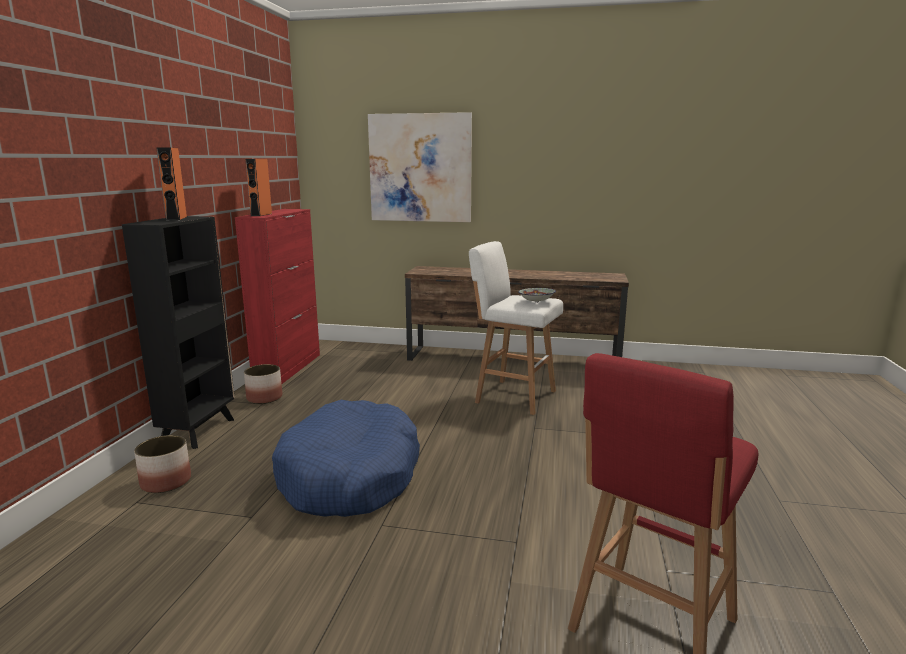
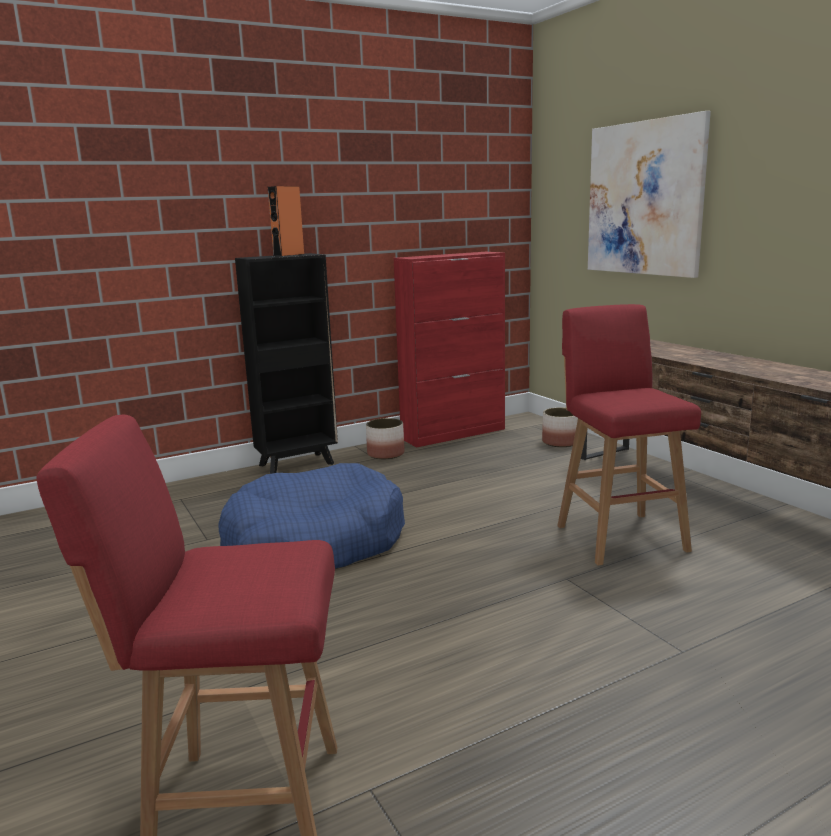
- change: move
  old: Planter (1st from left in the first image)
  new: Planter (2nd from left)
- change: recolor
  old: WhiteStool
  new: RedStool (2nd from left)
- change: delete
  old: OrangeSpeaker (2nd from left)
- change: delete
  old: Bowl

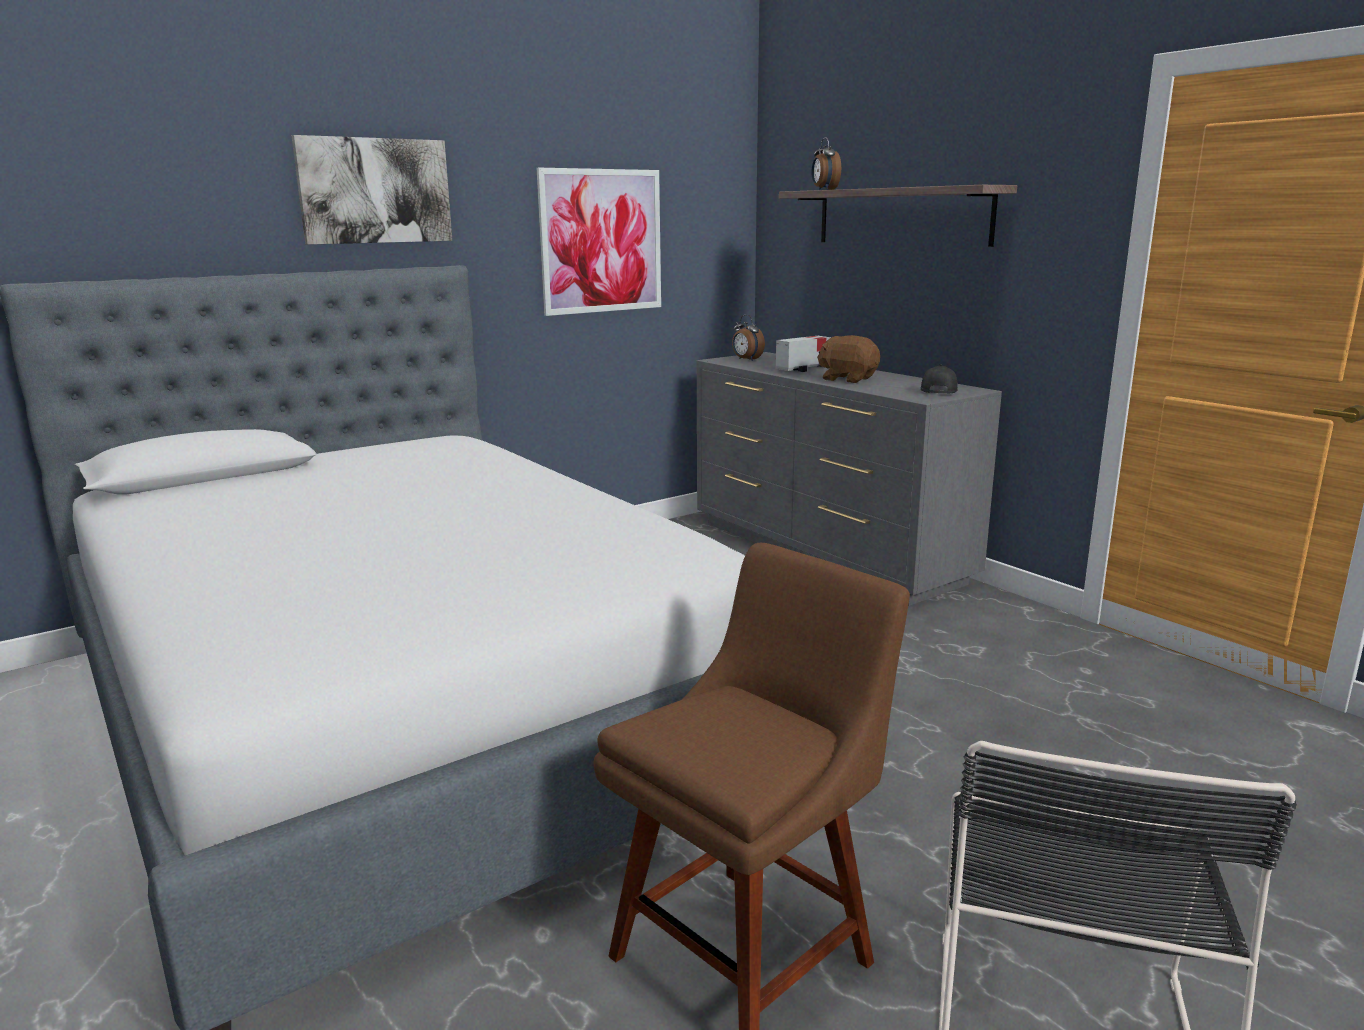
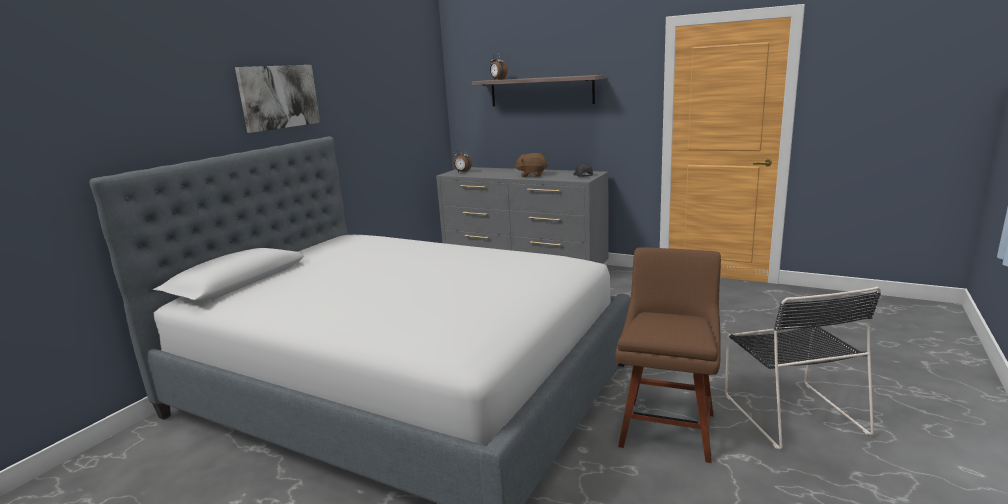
- change: delete
  old: Picture (2nd from left)
- change: delete
  old: ToyTruck

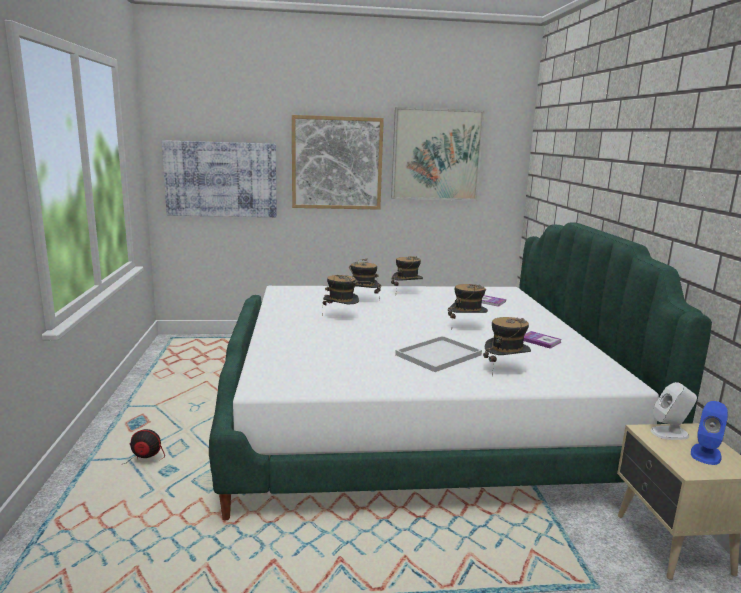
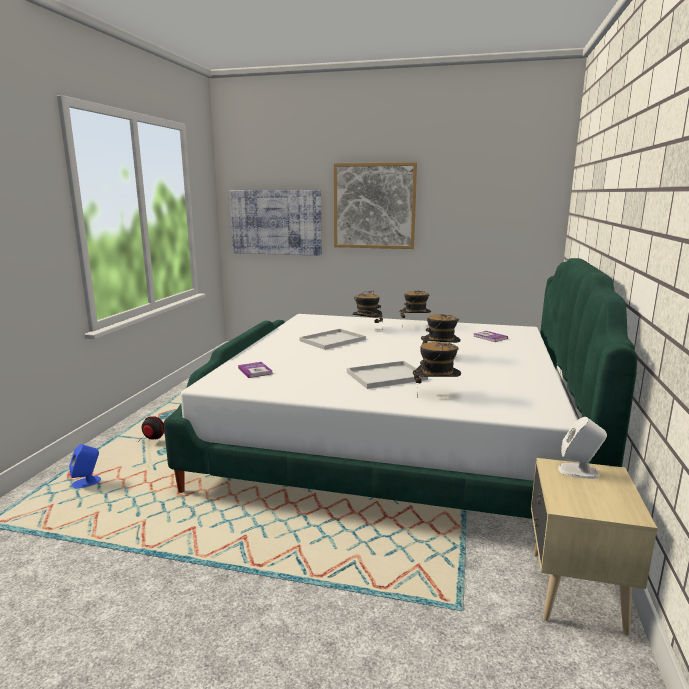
- change: move
  old: BlueSpeaker
- change: move
  old: Book (2nd from left in the first image)
  new: Book (1st from left)
- change: replace
  old: Hat (1st from left)
  new: WhiteTray (1st from left)
- change: delete
  old: Picture (3rd from left)

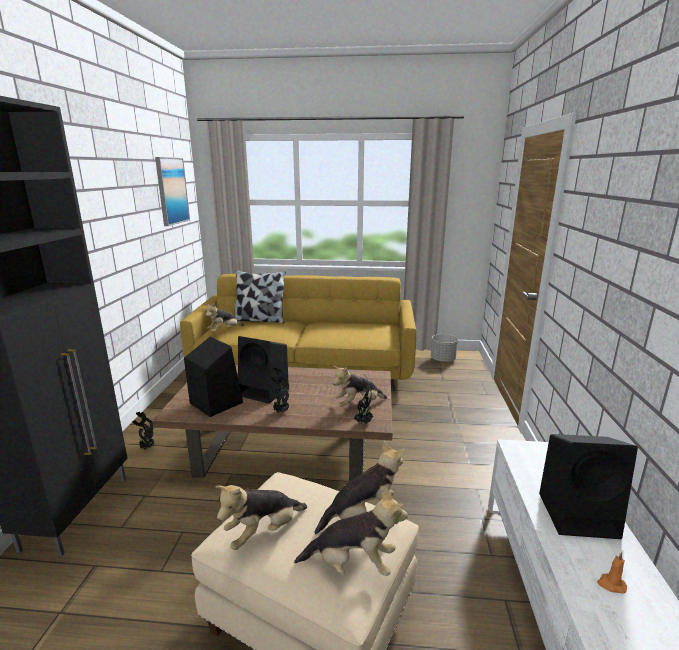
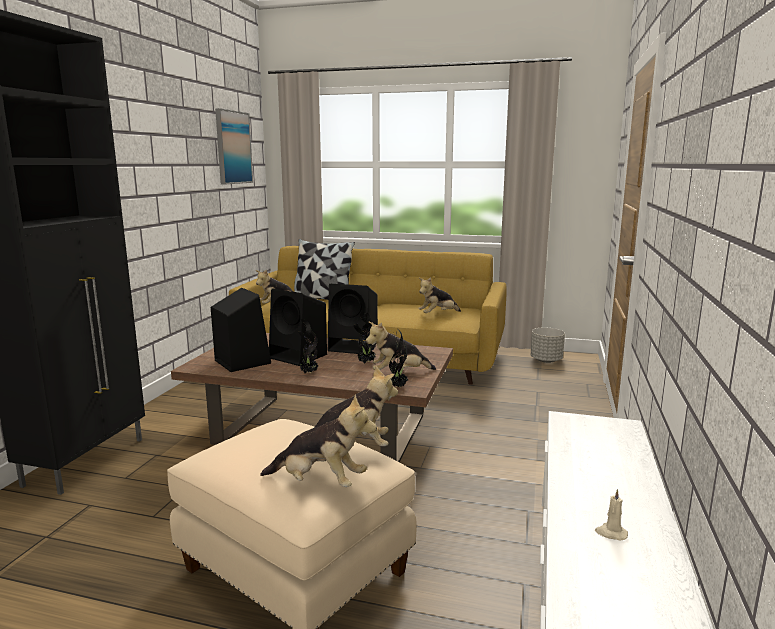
- change: move
  old: BlackSpeaker (3rd from left)
- change: move
  old: PottedPlant (1st from left in the first image)
  new: PottedPlant (2nd from left)
- change: move
  old: PlushToy (2nd from left in the first image)
  new: PlushToy (5th from left)
- change: recolor
  old: OrangeCandle
  new: BeigeCandle

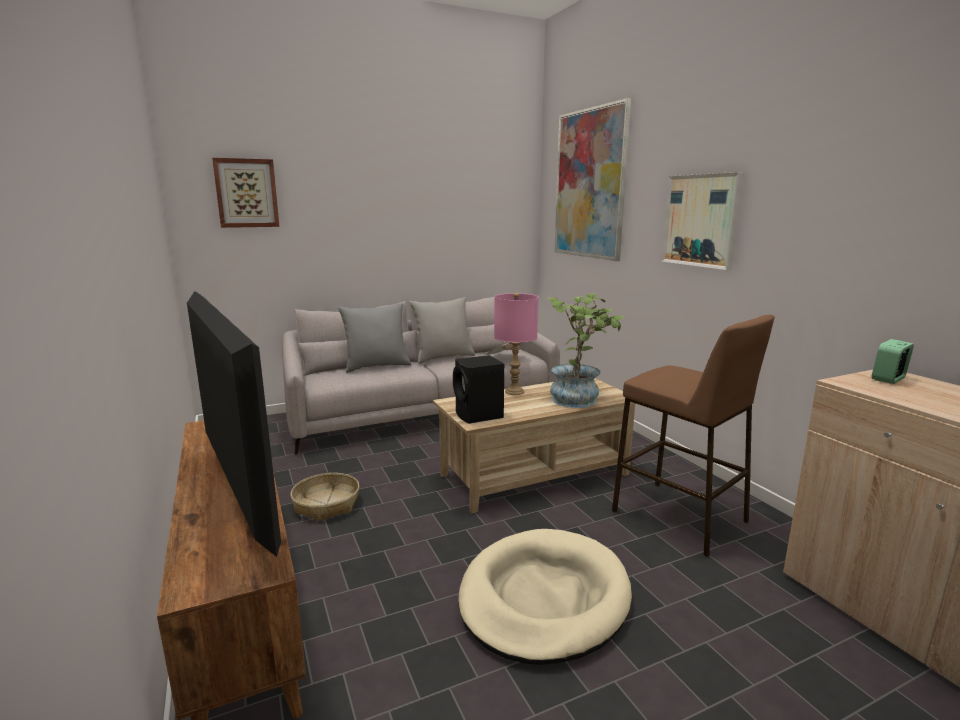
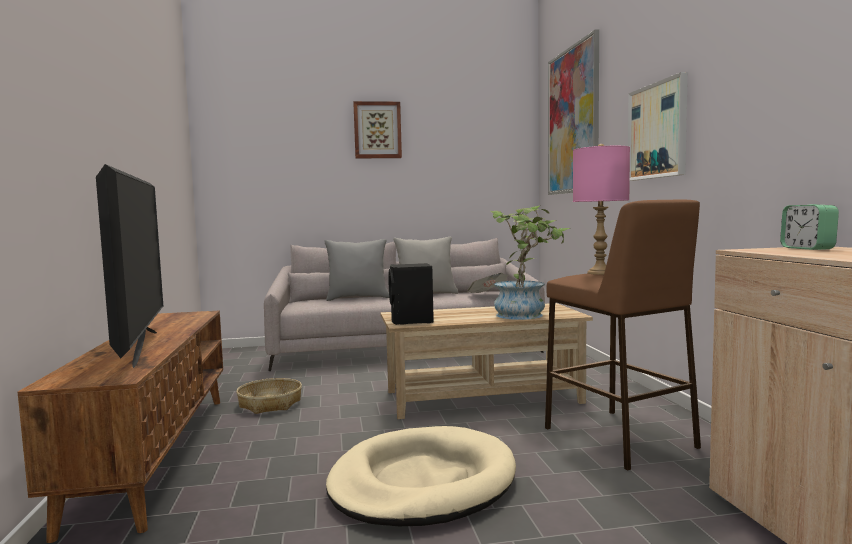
- change: move
  old: Picture (1st from left)
- change: move
  old: PinkTableLamp
- change: rotate
  old: AlarmClock
  degrees: -75

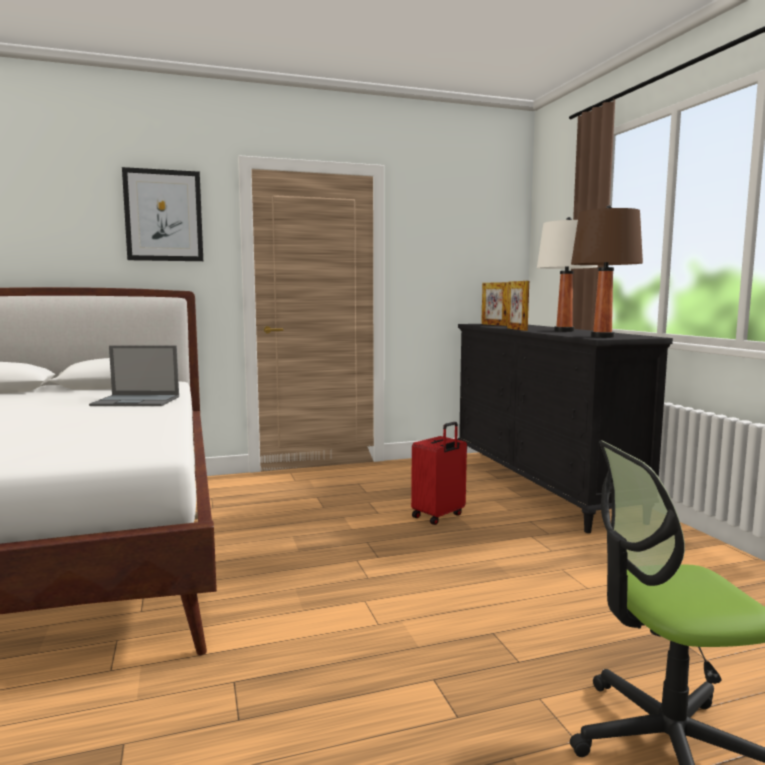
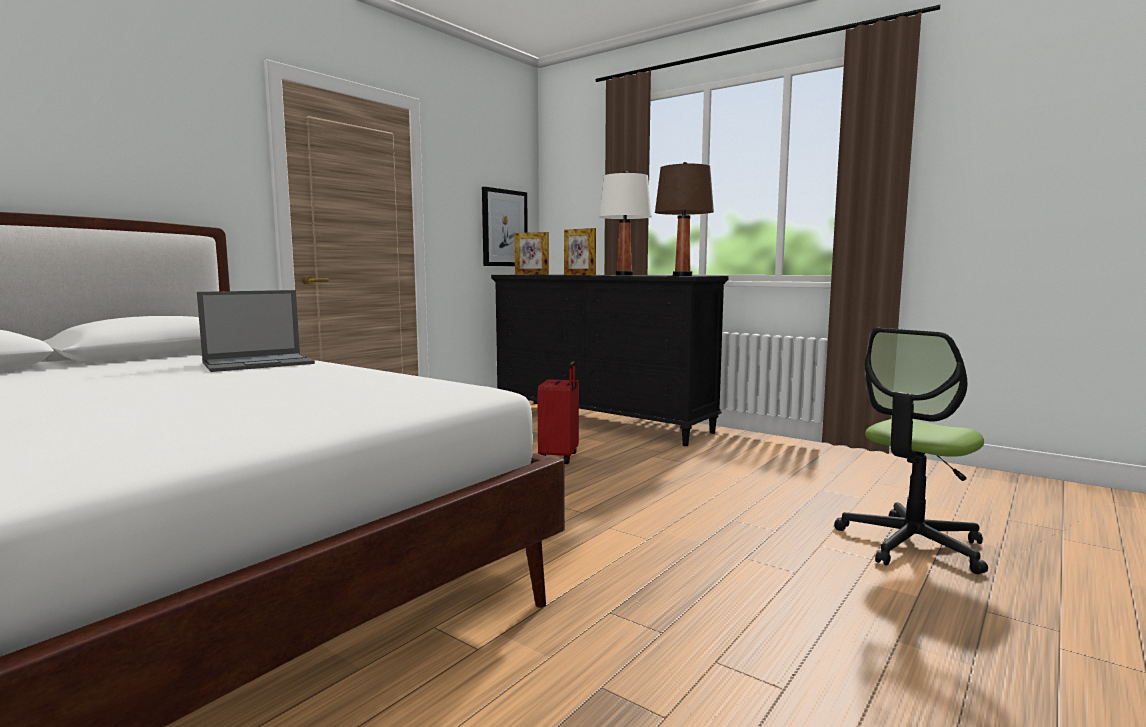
- change: move
  old: Picture

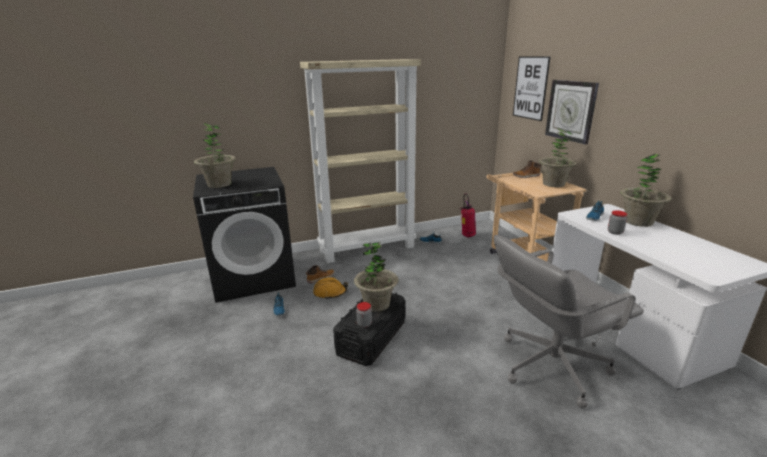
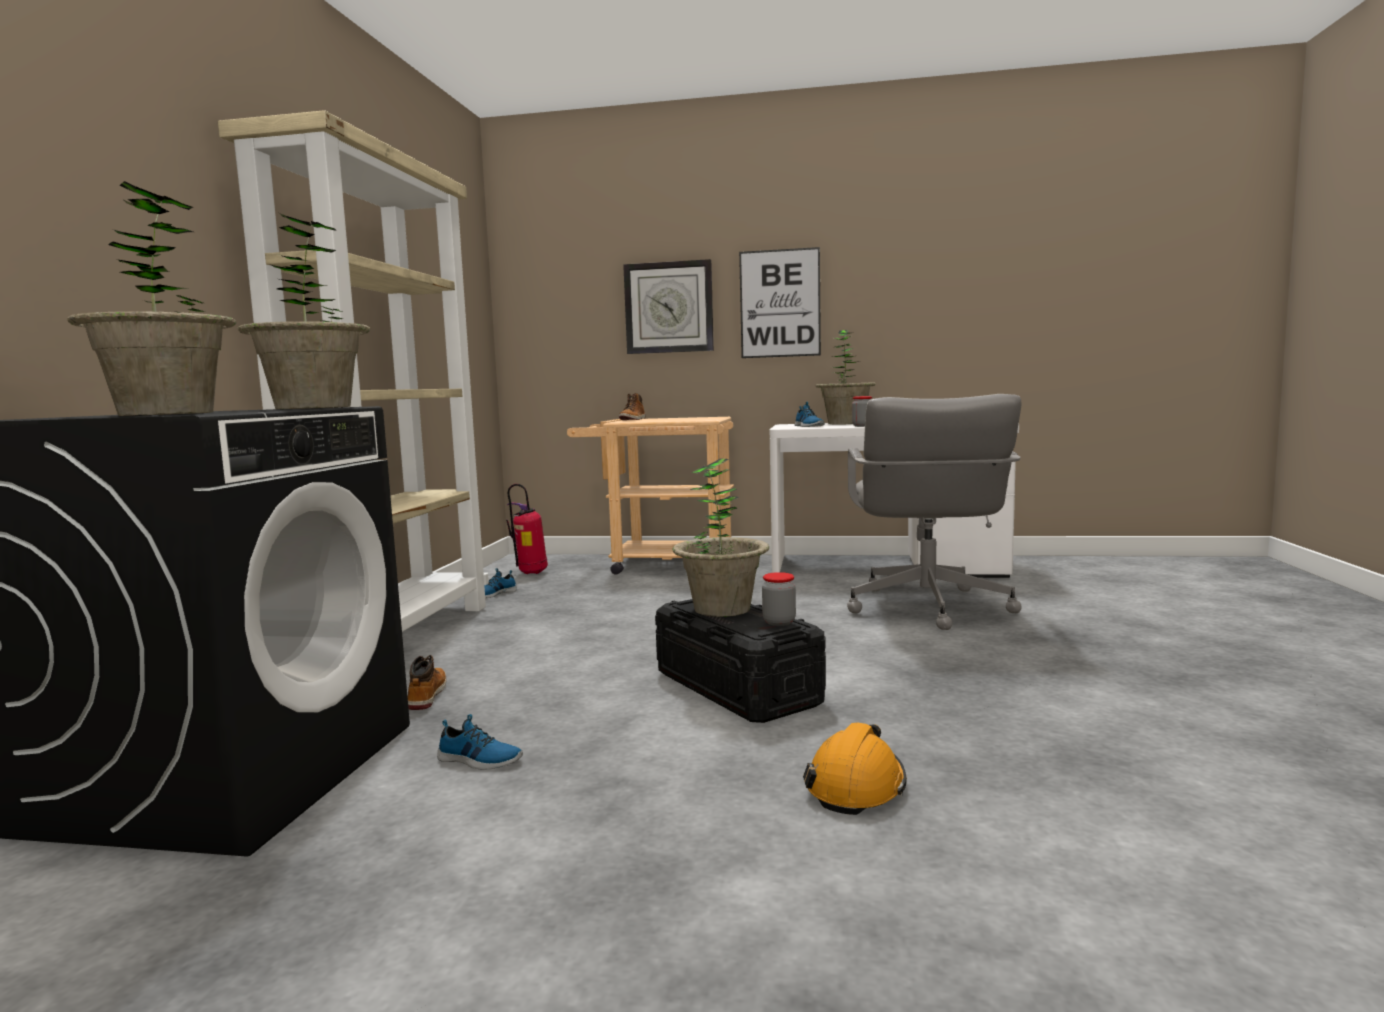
- change: move
  old: PottedPlant (3rd from left in the first image)
  new: PottedPlant (2nd from left)
- change: move
  old: Picture
- change: move
  old: OrangeHardHat

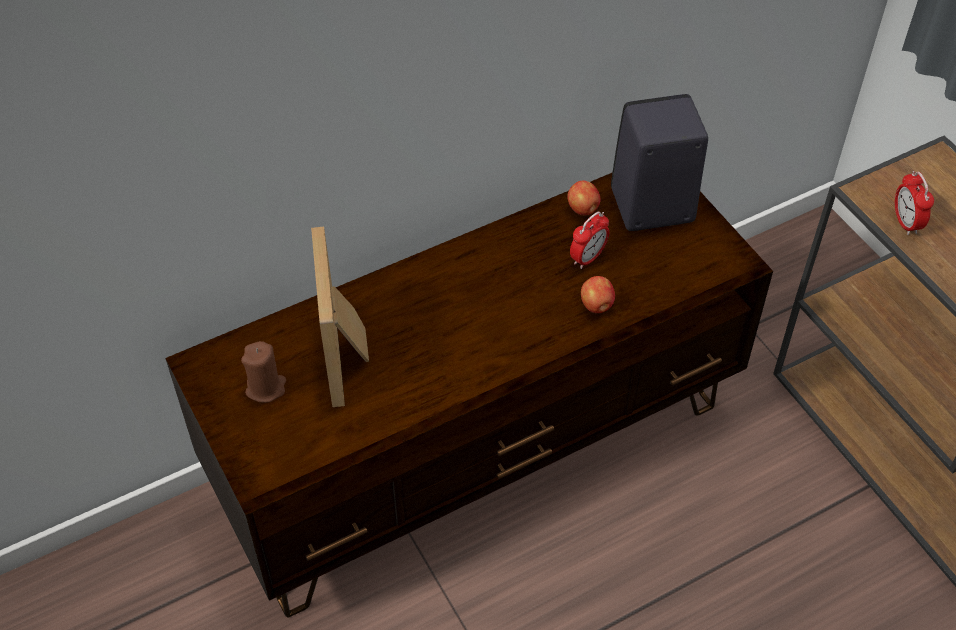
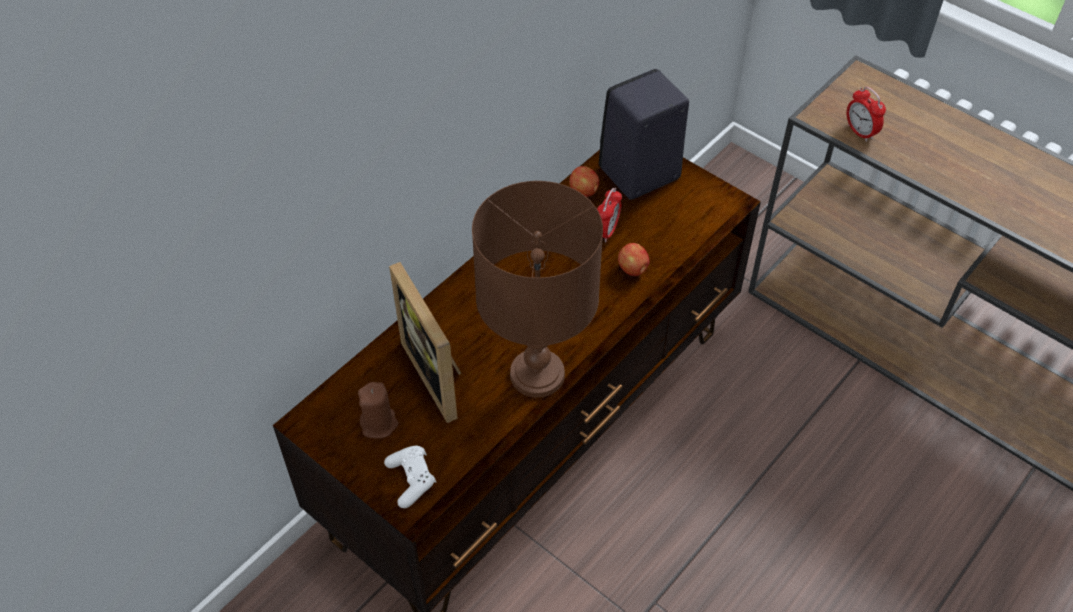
- change: insert
  new: WhiteGameController
- change: insert
  new: BrownTableLamp

